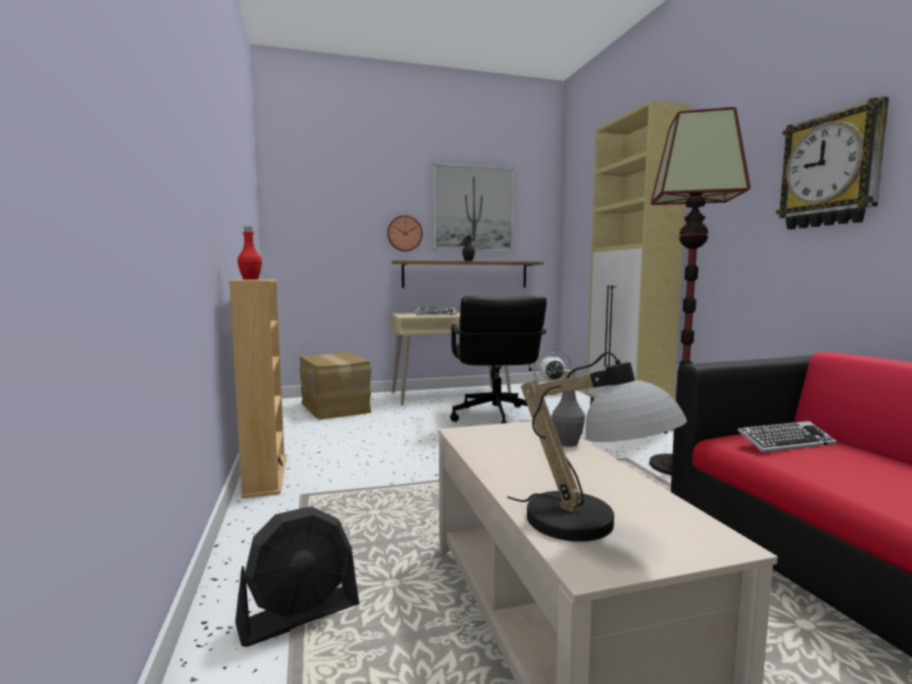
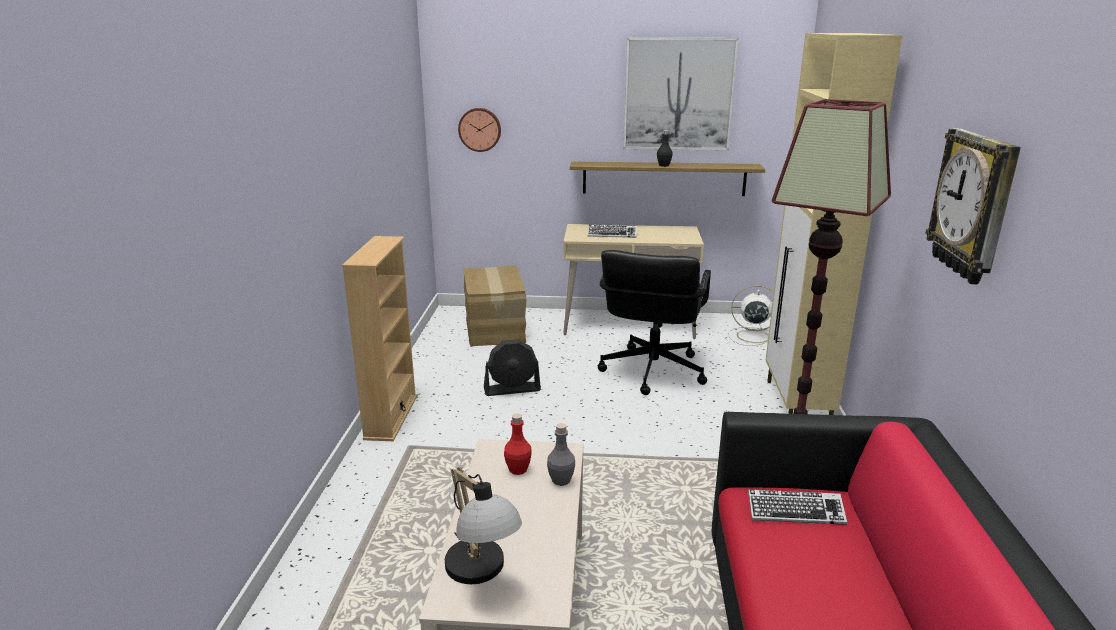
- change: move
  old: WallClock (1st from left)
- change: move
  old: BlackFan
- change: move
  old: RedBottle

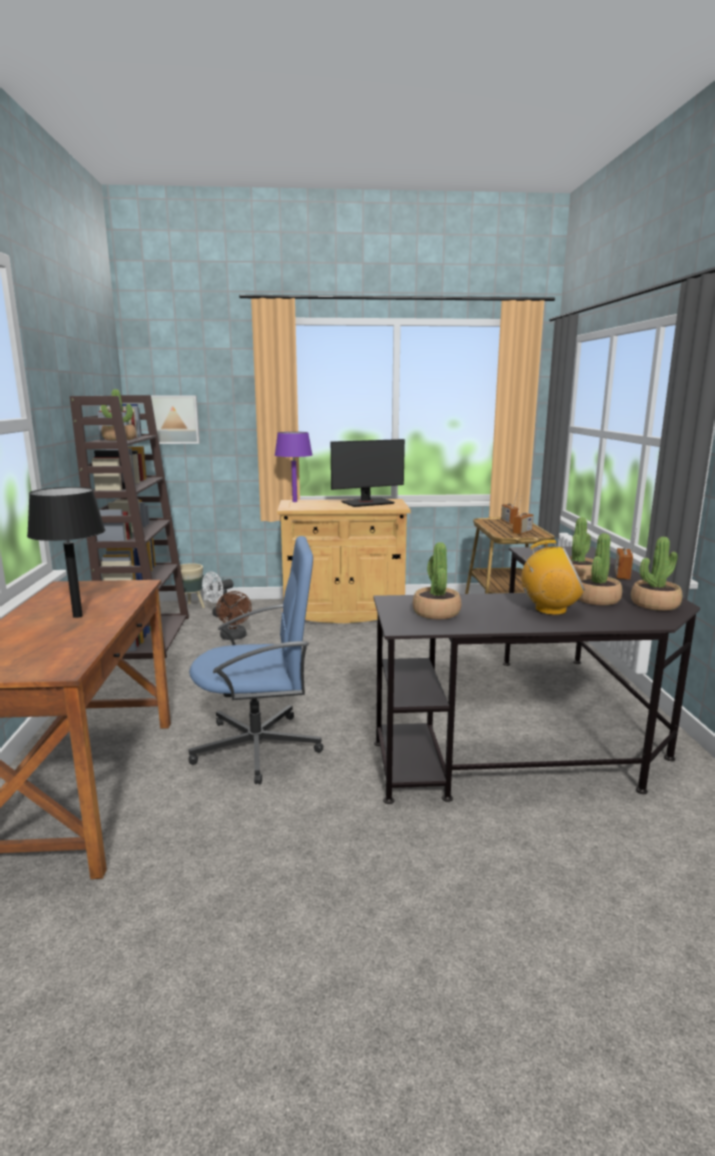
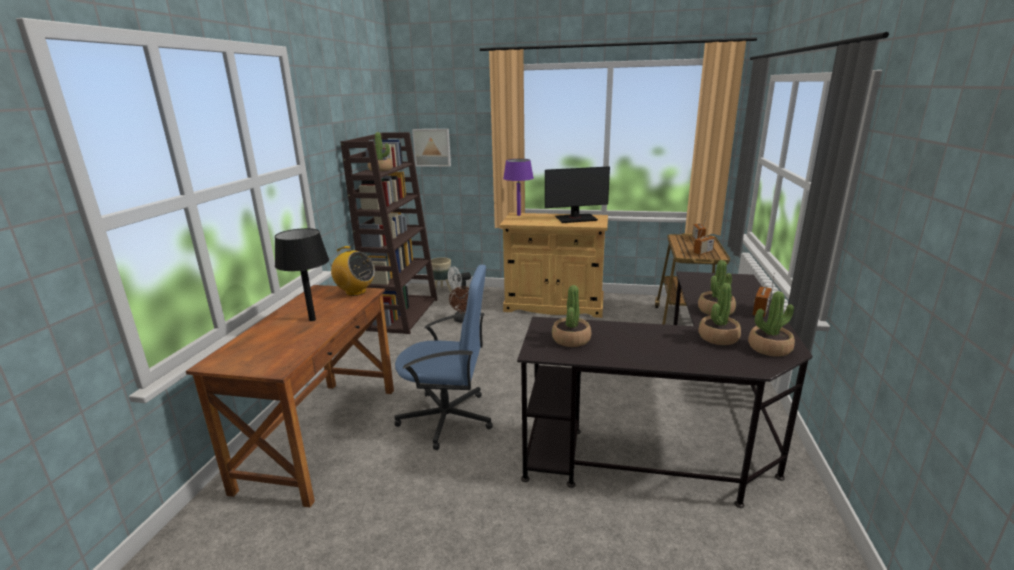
- change: move
  old: Radio (3rd from left in the first image)
  new: Radio (1st from left)

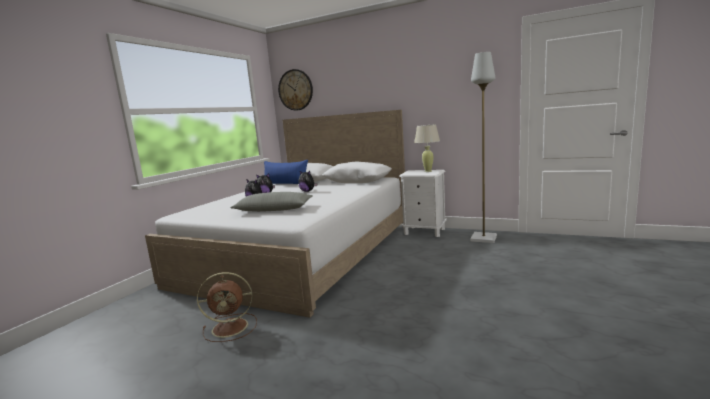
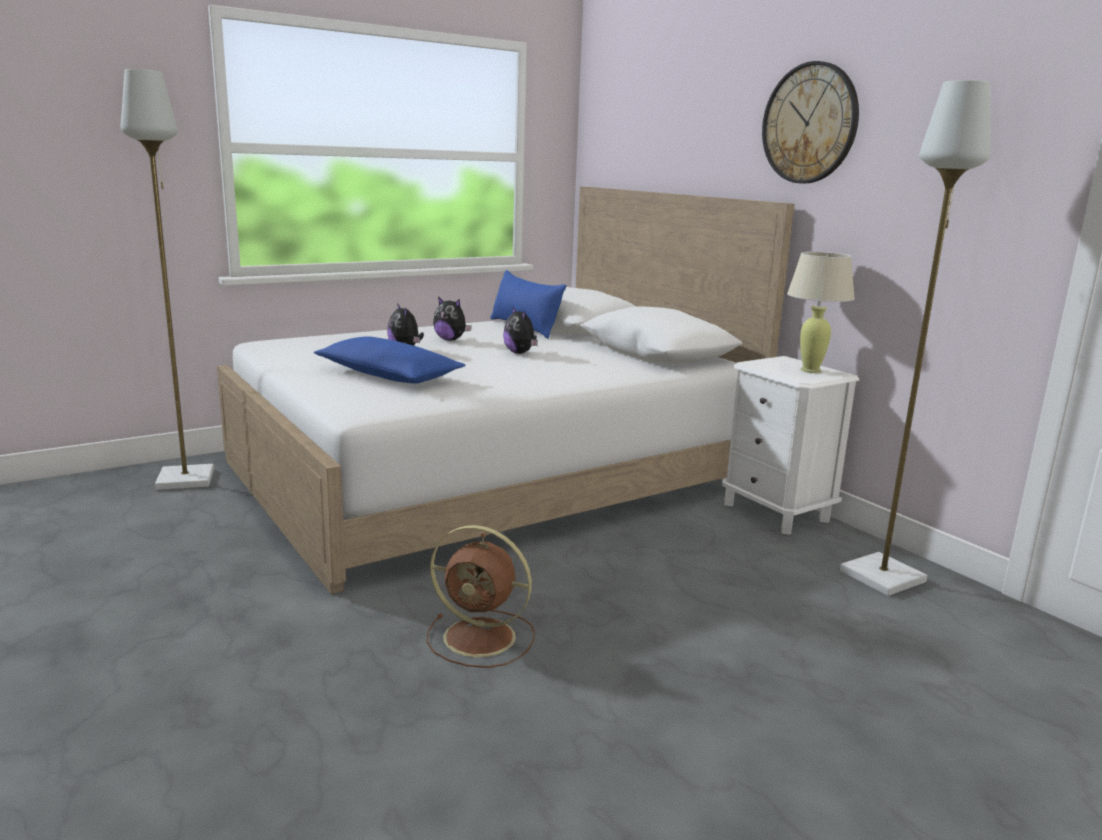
- change: insert
  new: GreyFloorLamp (1st from left)
- change: recolor
  old: GreyPillow
  new: BluePillow (1st from left)
- change: move
  old: BrownFan
- change: move
  old: WallClock

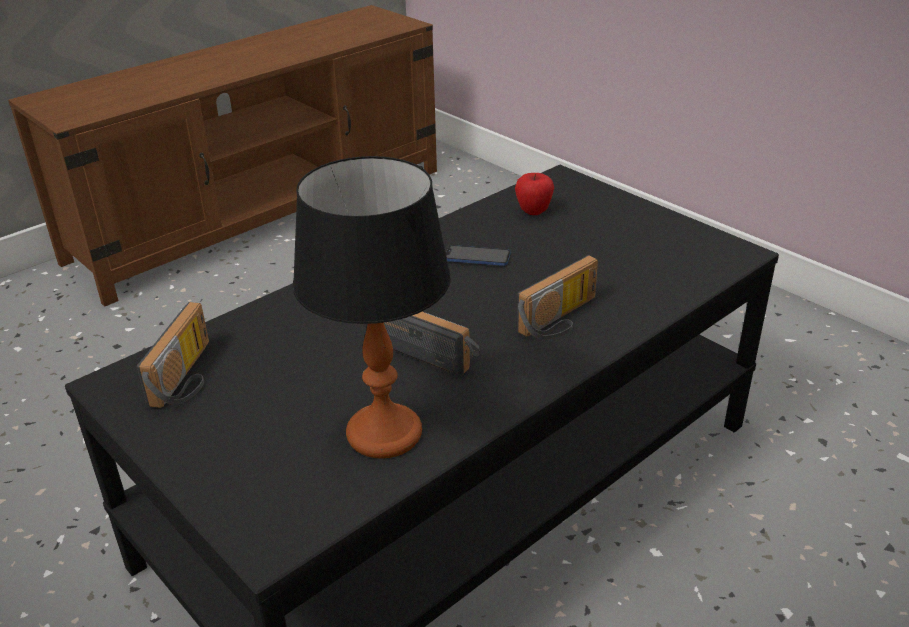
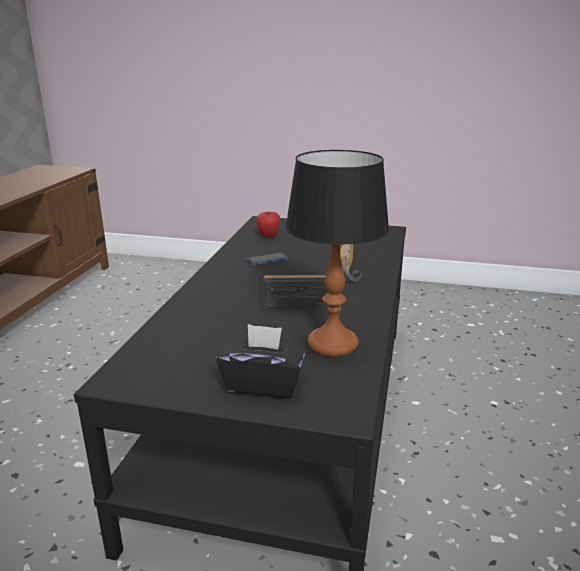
- change: insert
  new: BlackTissueBox
- change: delete
  old: Radio (1st from left)

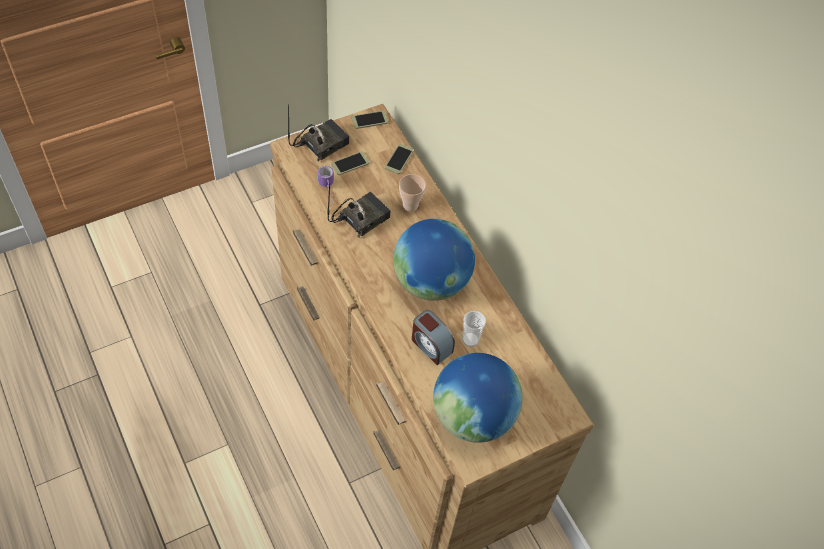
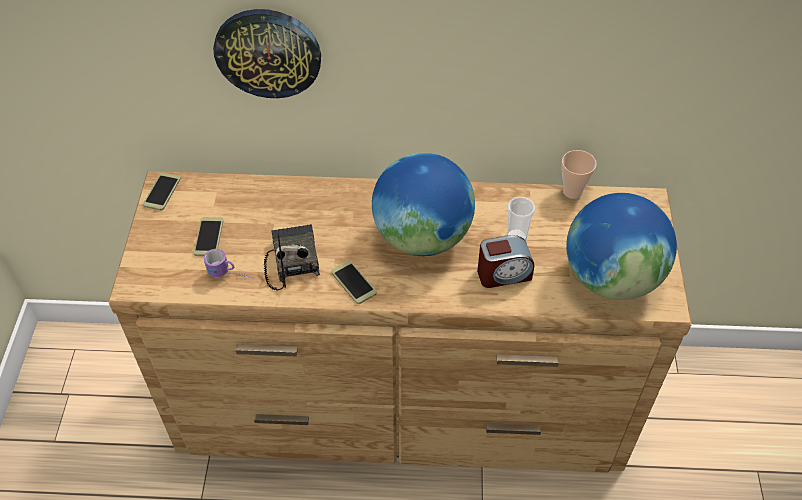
- change: insert
  new: WallClock
- change: move
  old: Phone (3rd from left)
- change: move
  old: Cup (1st from left in the first image)
  new: Cup (2nd from left)
- change: delete
  old: Radio (1st from left)

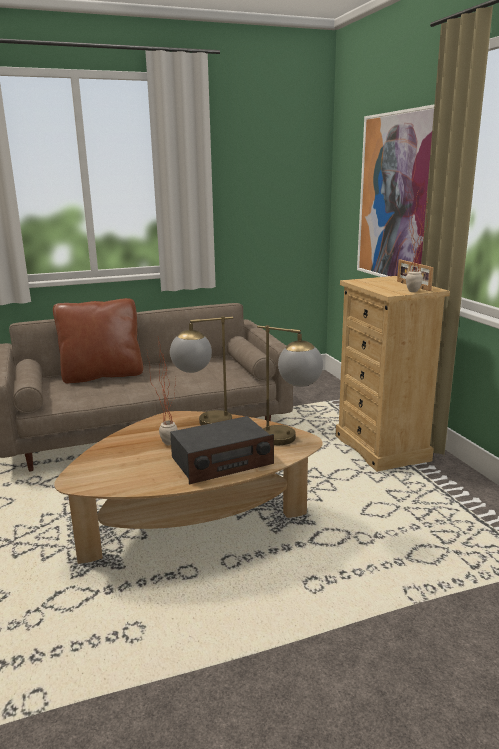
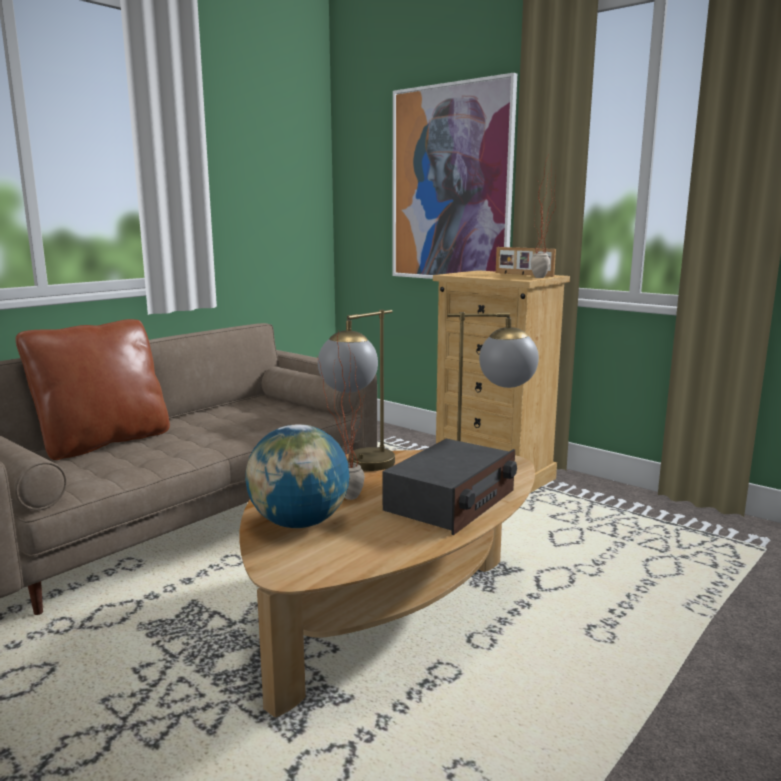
- change: insert
  new: Globe

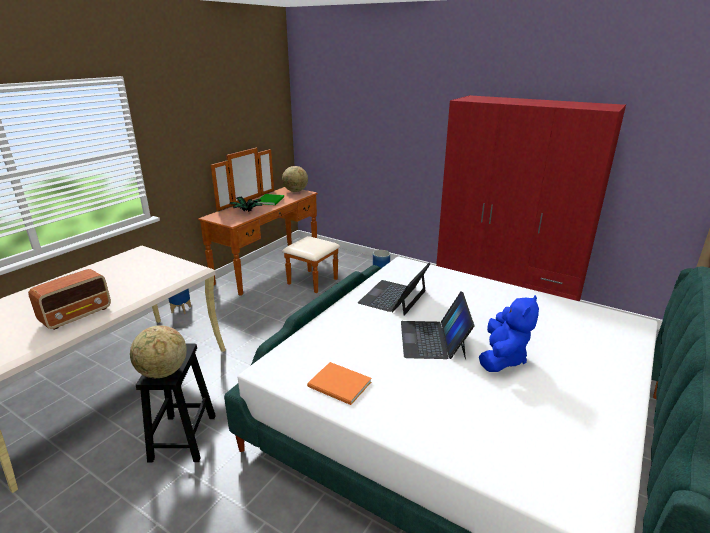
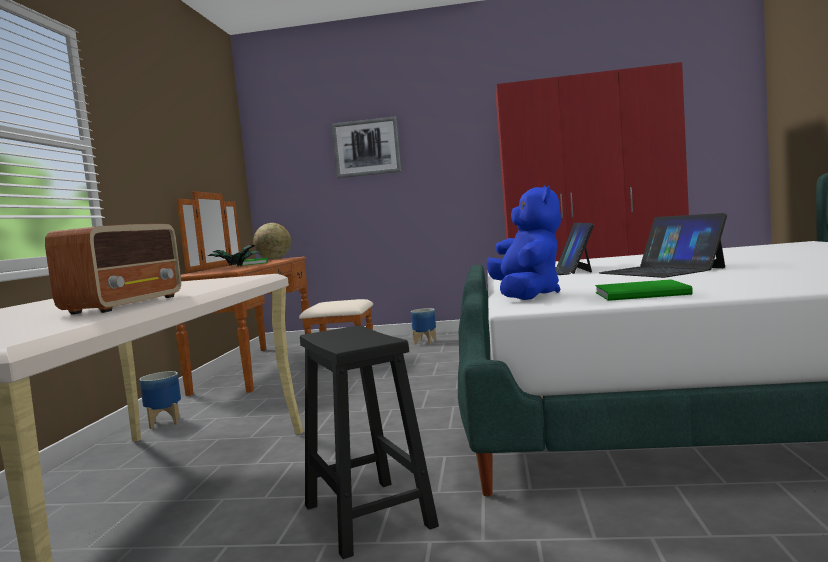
- change: insert
  new: Picture
- change: move
  old: BluePlushToy
- change: recolor
  old: OrangeBook
  new: GreenBook (2nd from left)
- change: delete
  old: Globe (1st from left)

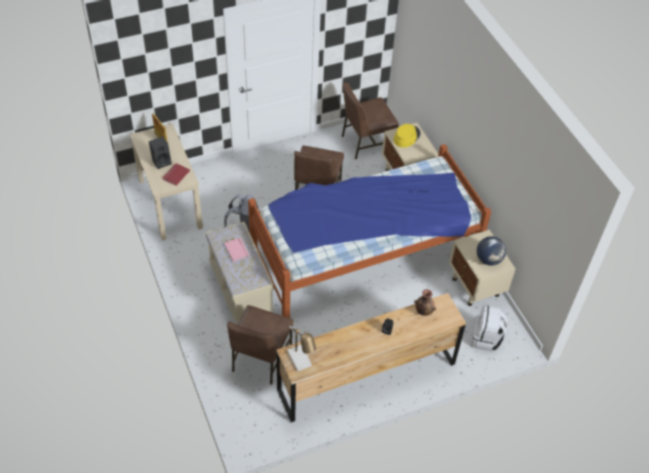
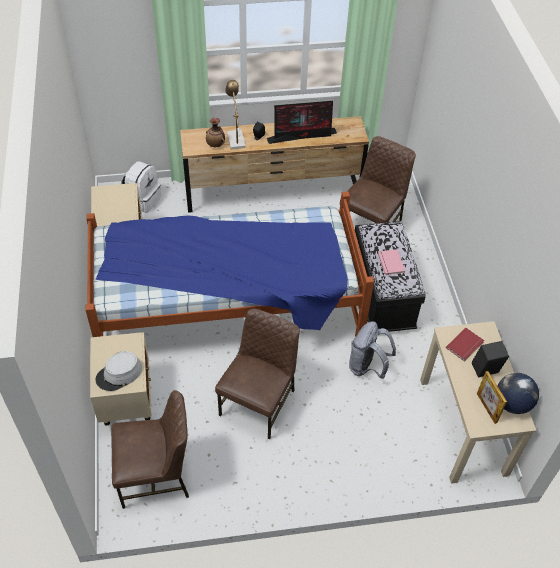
- change: recolor
  old: YellowHat
  new: GreyHat
- change: move
  old: TableLamp
- change: insert
  new: Monitor
- change: recolor
  old: BeigeBench
  new: BlackBench
- change: move
  old: Globe

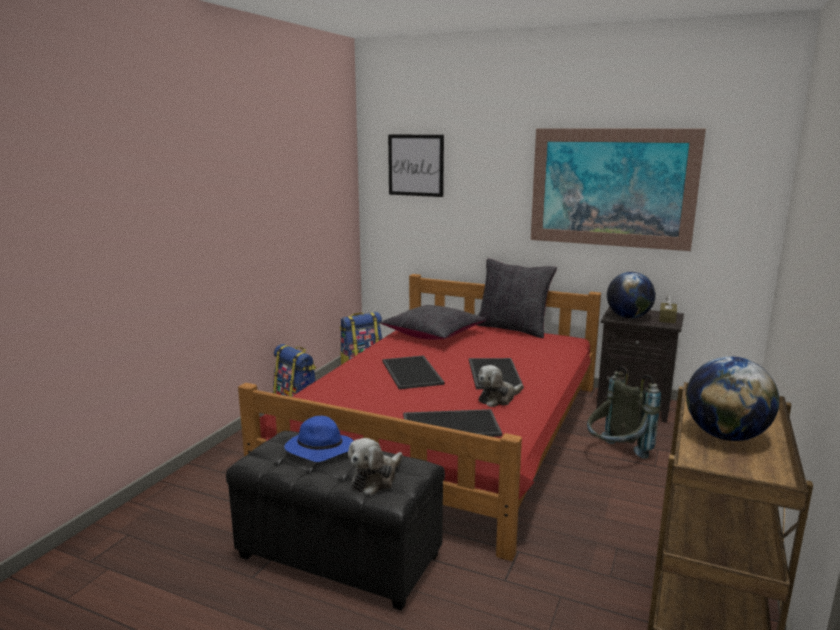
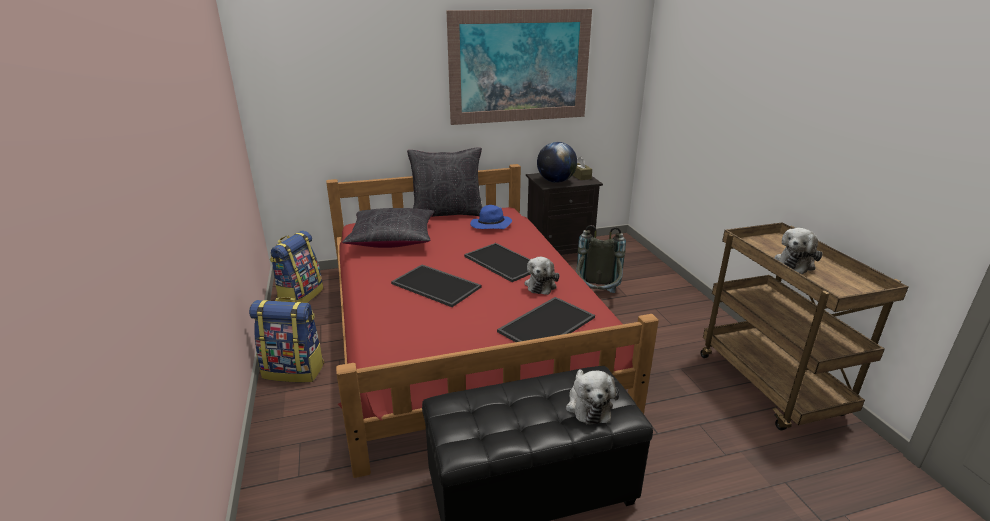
- change: move
  old: BlueHat
- change: replace
  old: Globe (2nd from left)
  new: PlushToy (3rd from left)
- change: delete
  old: Picture (1st from left)

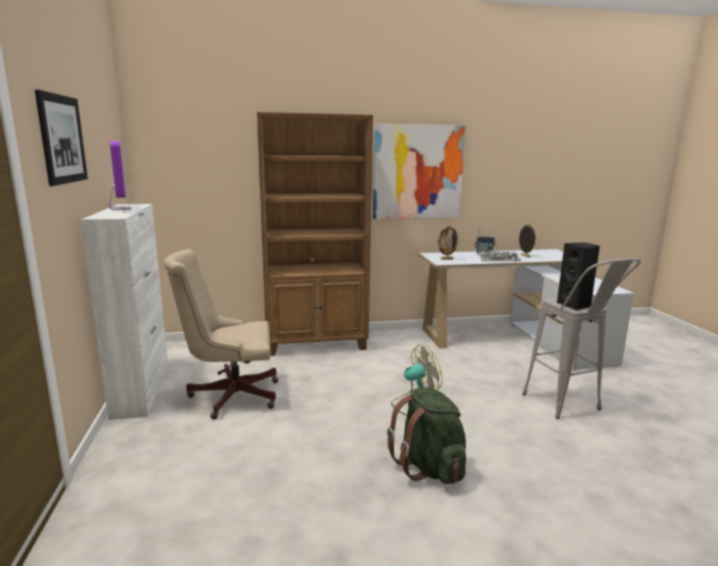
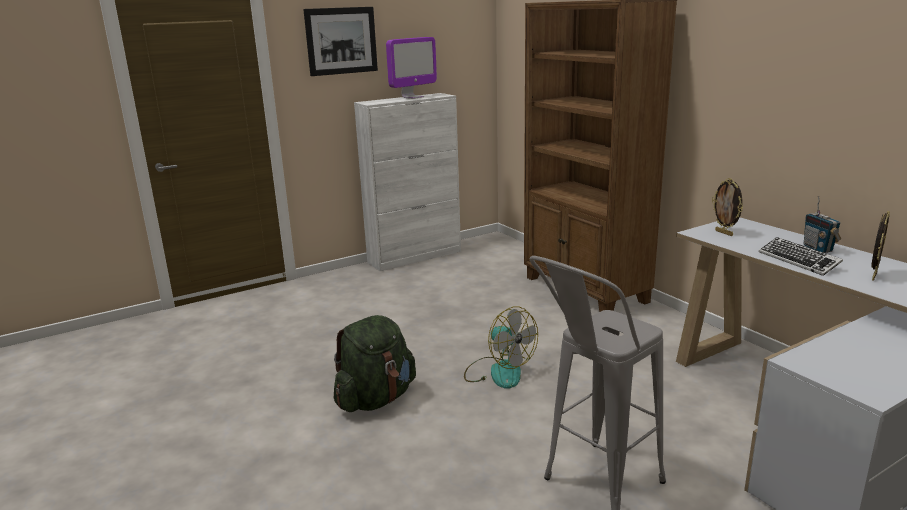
- change: delete
  old: BeigeOfficeChair
- change: delete
  old: Picture (2nd from left)
- change: delete
  old: BlackSpeaker

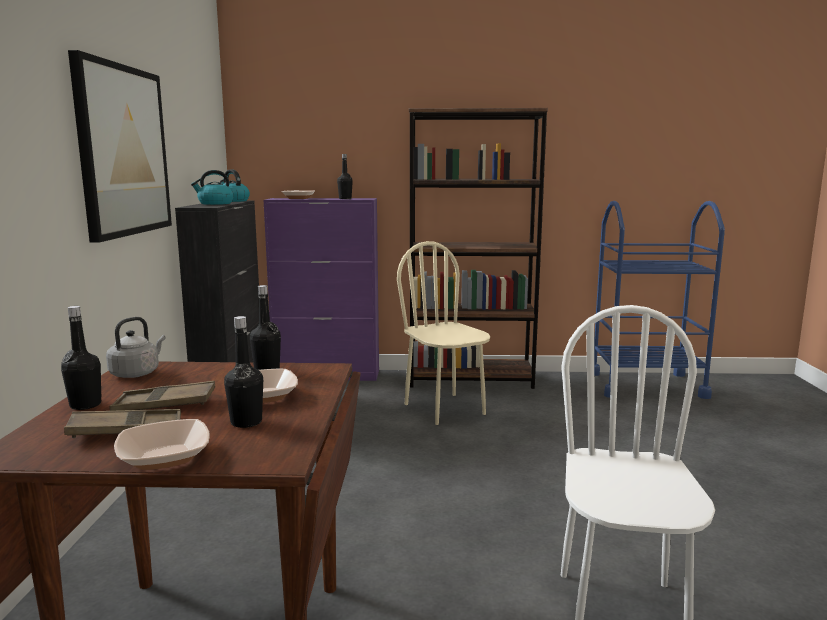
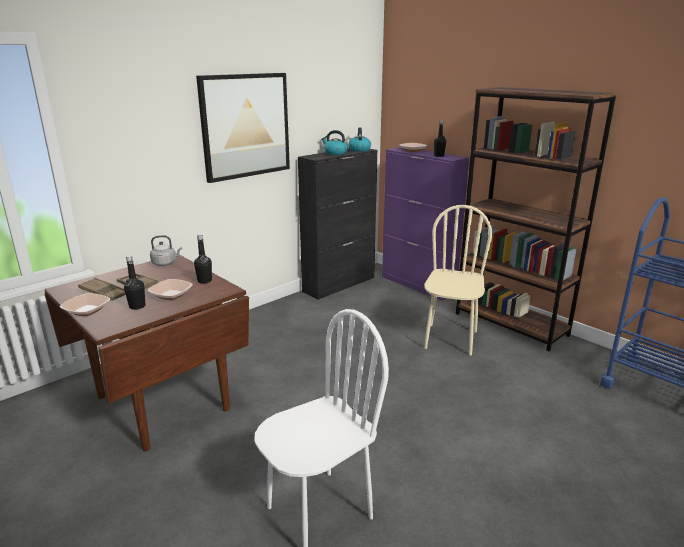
- change: delete
  old: BlackBottle (1st from left)

